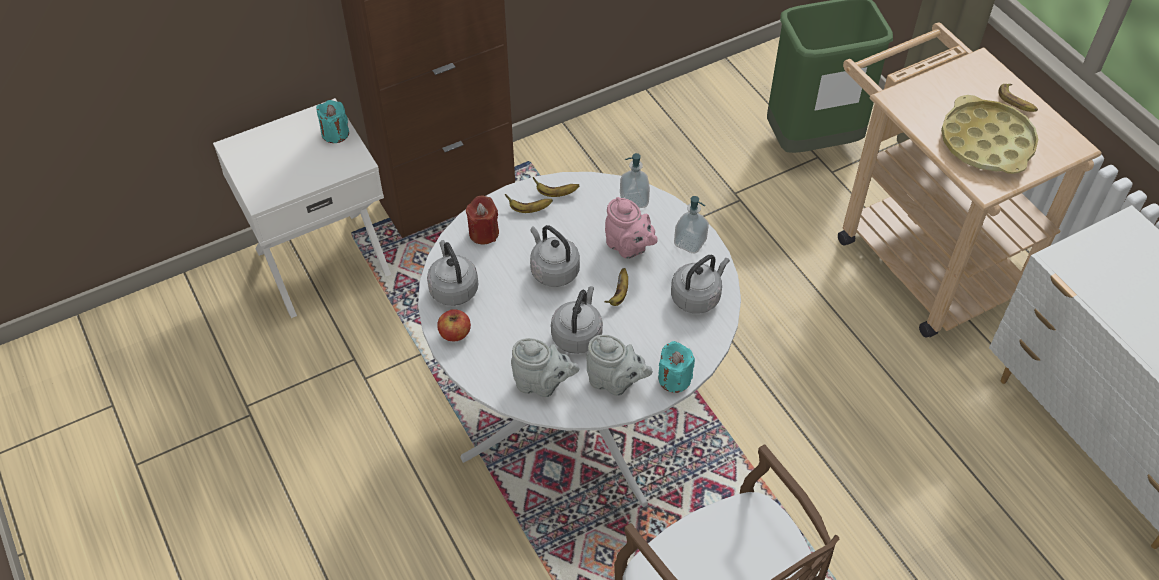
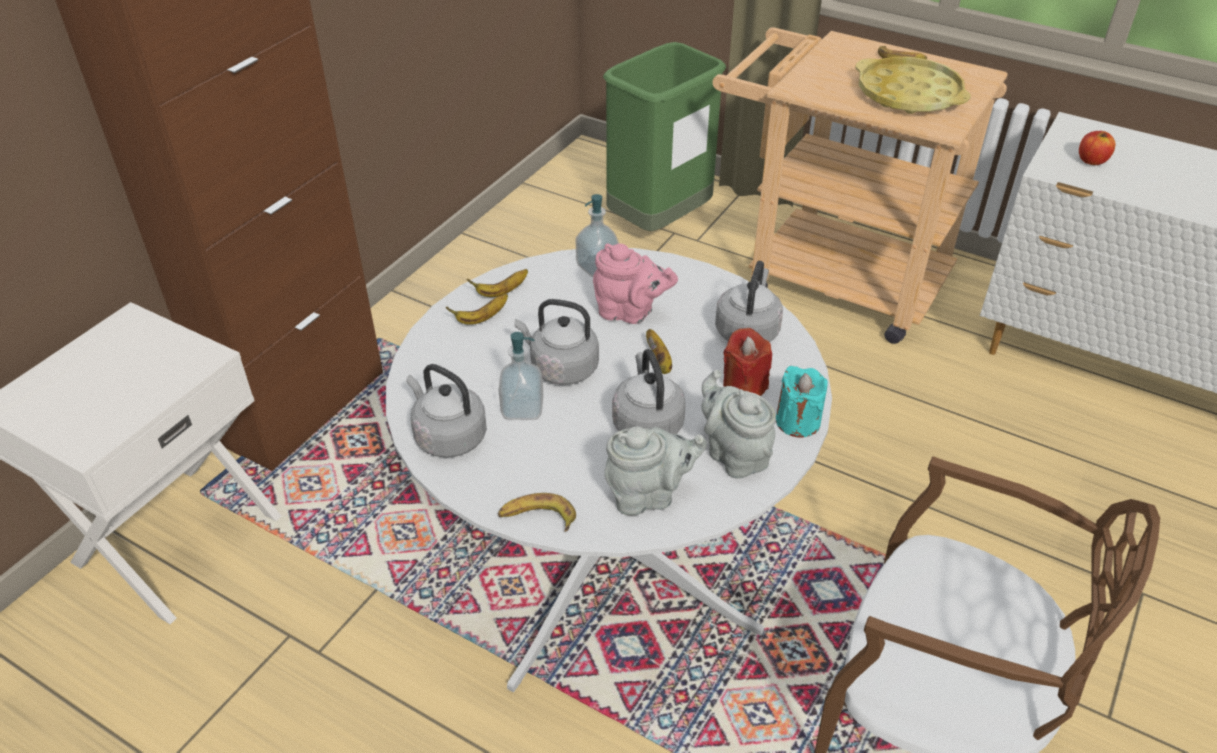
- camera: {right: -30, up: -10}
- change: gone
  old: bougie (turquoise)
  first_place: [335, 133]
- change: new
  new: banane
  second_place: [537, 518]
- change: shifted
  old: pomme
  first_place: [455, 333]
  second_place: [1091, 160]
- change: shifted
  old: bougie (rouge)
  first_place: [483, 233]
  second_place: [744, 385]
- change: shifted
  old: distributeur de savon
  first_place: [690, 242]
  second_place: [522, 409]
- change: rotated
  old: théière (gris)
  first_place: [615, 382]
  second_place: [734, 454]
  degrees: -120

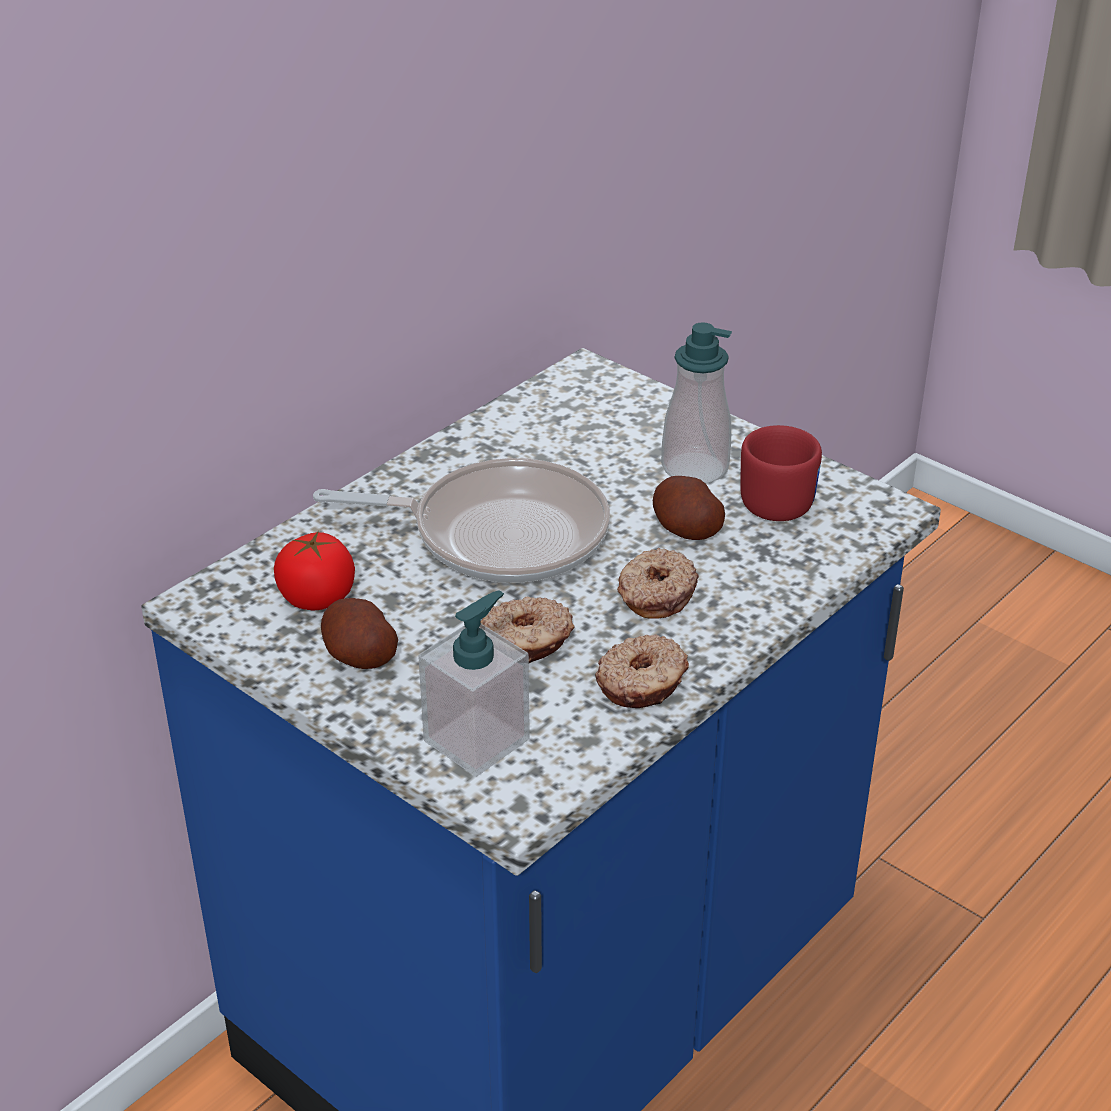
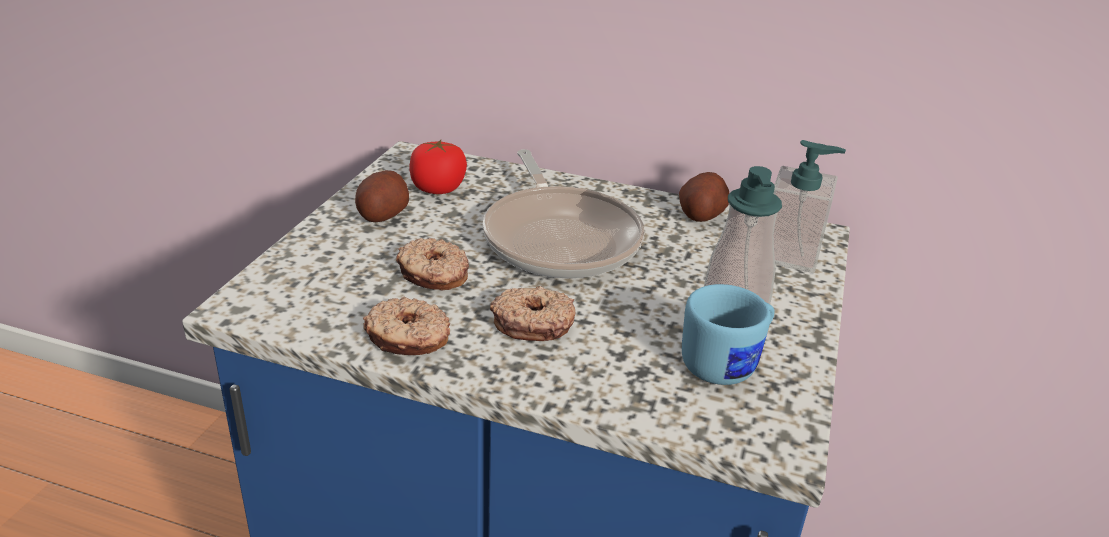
- camera: {right: 65, up: -5}
- change: shifted
  old: distributeur de savon
  first_place: [477, 740]
  second_place: [790, 254]
- change: shifted
  old: pomme de terre
  first_place: [686, 529]
  second_place: [701, 215]
- change: repainted
  old: mug (rouge)
  new: mug (bleu)
  first_place: [773, 498]
  second_place: [727, 363]

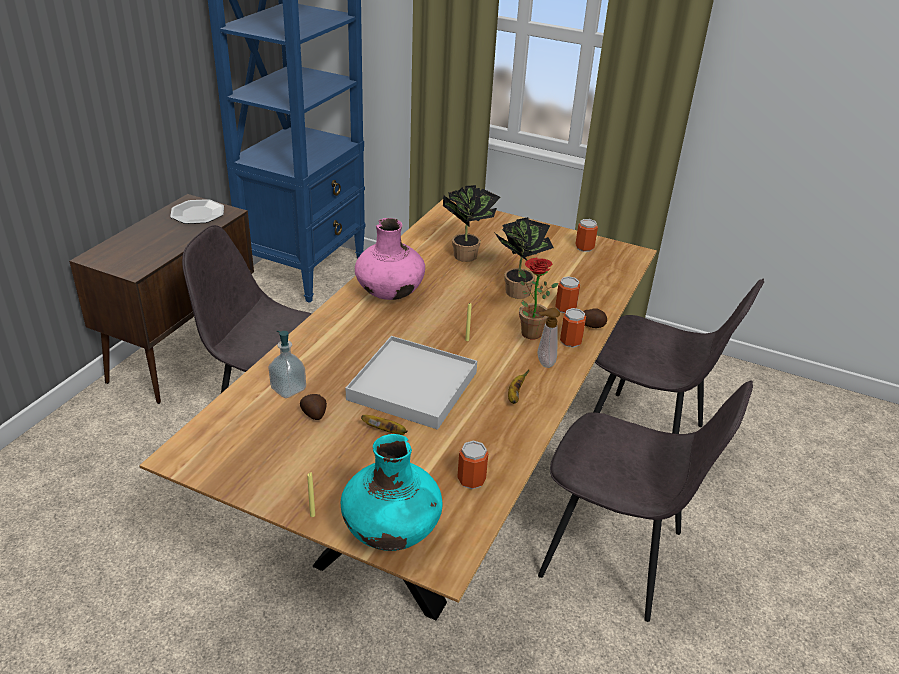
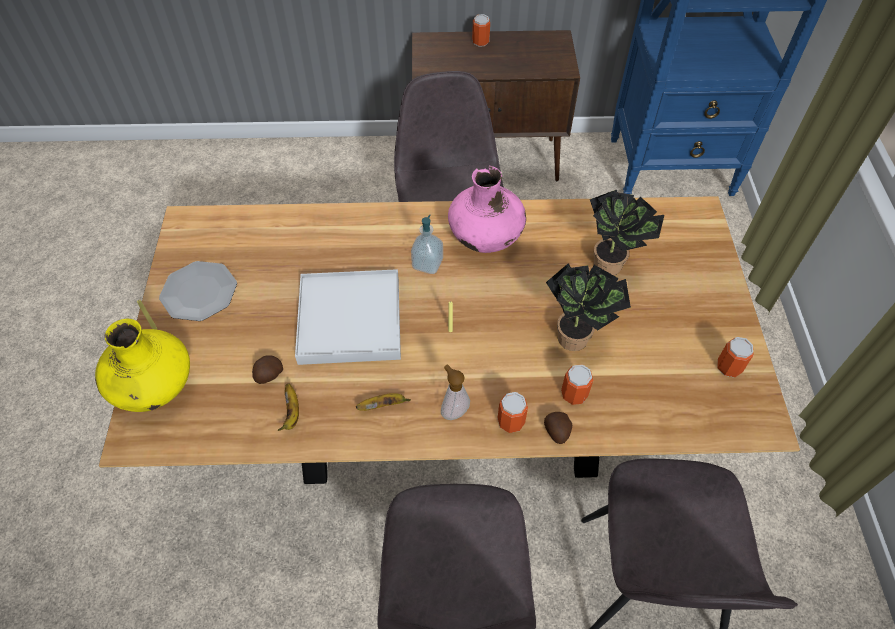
- camera: {right: 65, up: 20}
- change: gone
  old: plante en pot
  first_place: [527, 331]
- change: shifted
  old: assiette
  first_place: [197, 213]
  second_place: [199, 292]
- change: shifted
  old: distributeur de savon
  first_place: [288, 389]
  second_place: [427, 264]
- change: shifted
  old: pomme de terre
  first_place: [314, 414]
  second_place: [268, 375]
- change: shifted
  old: banane
  first_place: [386, 431]
  second_place: [292, 413]
- change: shifted
  old: boîte métallique
  first_place: [471, 480]
  second_place: [480, 42]
- change: repainted
  old: vase (turquoise)
  new: vase (jaune)
  first_place: [391, 533]
  second_place: [155, 388]

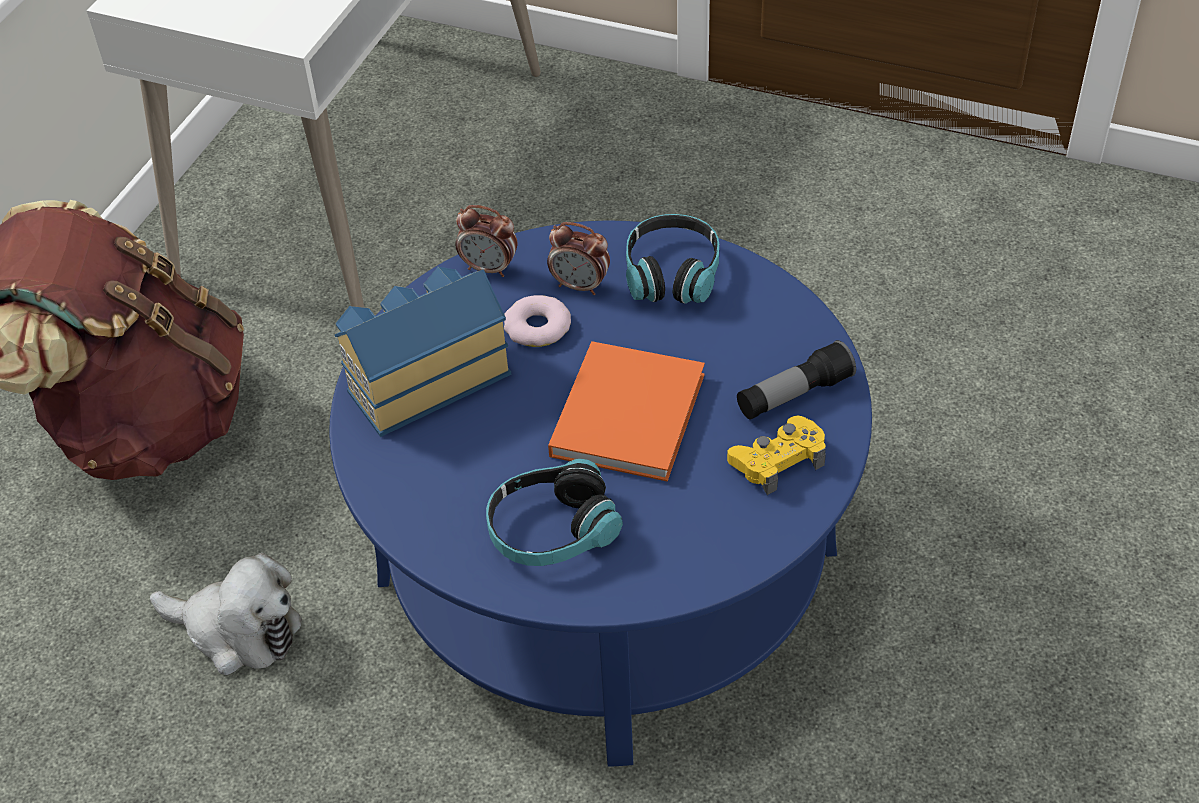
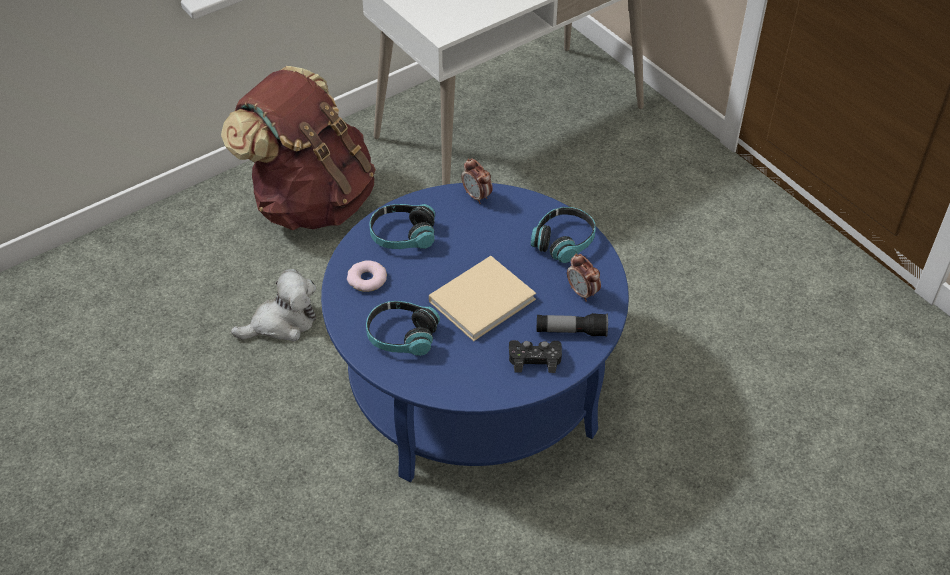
- camera: {right: 30, up: 0}
- change: shifted
  old: beignet
  first_place: [537, 327]
  second_place: [367, 279]
- change: shifted
  old: réveil
  first_place: [580, 285]
  second_place: [582, 293]
- change: swapped
  old: maison miniature
  new: casque audio
  first_place: [423, 378]
  second_place: [402, 235]
- change: repainted
  old: livre (orange)
  new: livre (beige)
  first_place: [629, 411]
  second_place: [484, 299]
- change: repainted
  old: manette (jaune)
  new: manette (noir)
  first_place: [778, 460]
  second_place: [535, 359]
- change: rotated
  old: peluche
  first_place: [238, 631]
  second_place: [282, 323]
  degrees: -75

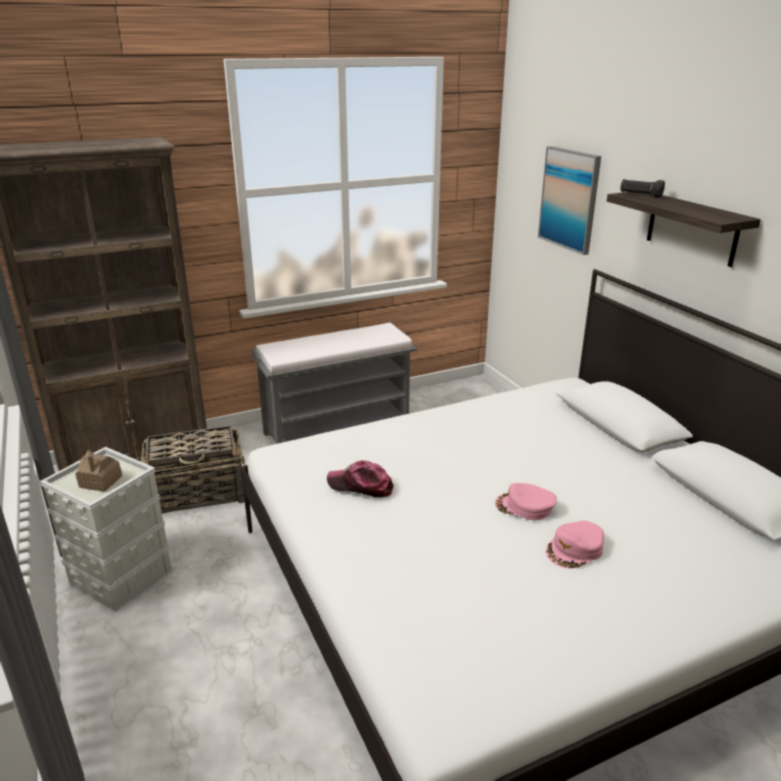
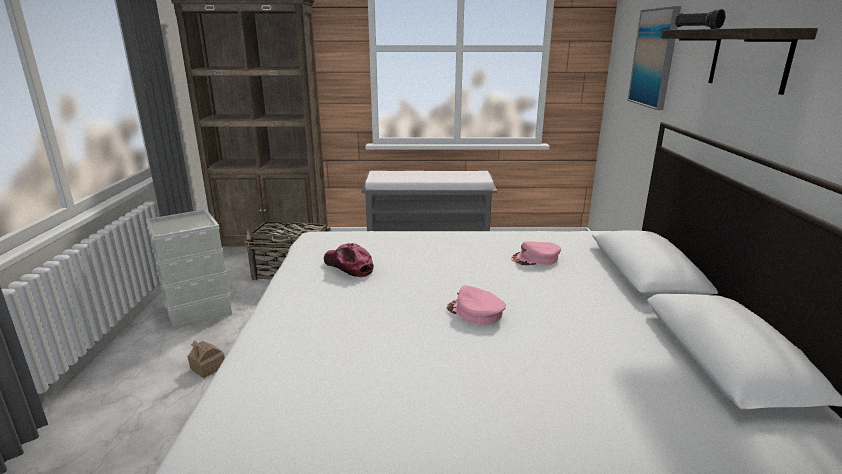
- camera: {right: 25, up: -5}
- change: shifted
  old: maison miniature
  first_place: [100, 481]
  second_place: [208, 367]
- change: shifted
  old: casquette (rose)
  first_place: [575, 550]
  second_place: [535, 259]

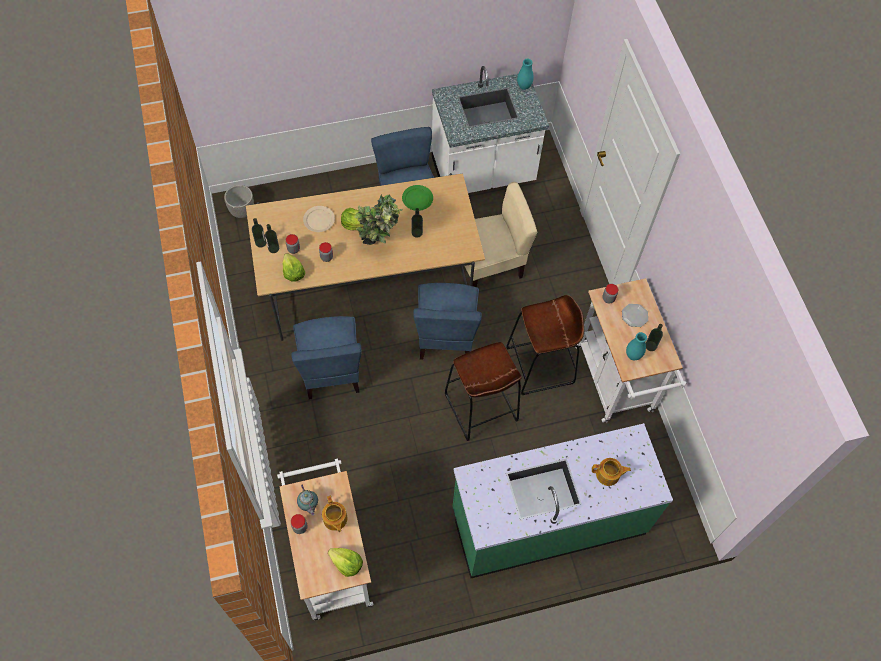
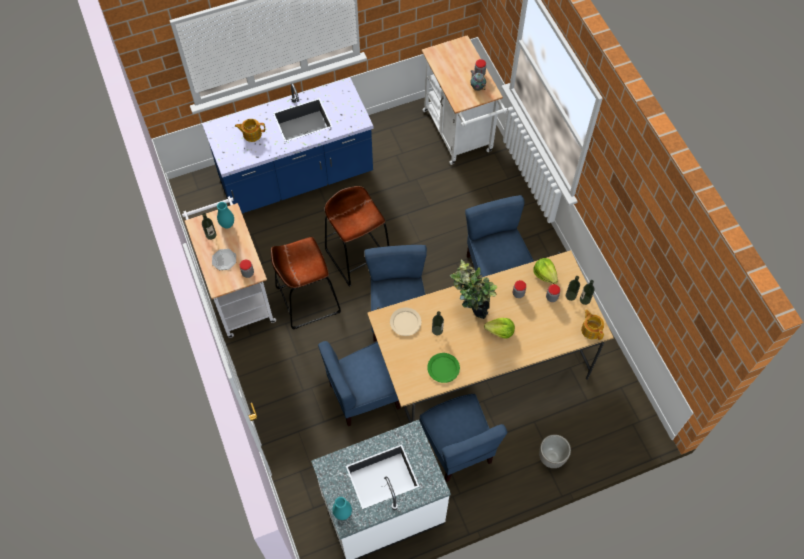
- camera: {right: 175, up: 0}
- change: gone
  old: laitue
  first_place: [346, 564]
- change: shifted
  old: cache-pot
  first_place: [242, 211]
  second_place: [551, 458]
- change: shifted
  old: assiette (beige)
  first_place: [319, 219]
  second_place: [405, 322]
- change: shifted
  old: théière
  first_place: [335, 519]
  second_place: [591, 329]
- change: repainted
  old: comptoir de cuisine (vert)
  new: comptoir de cuisine (bleu)
  first_place: [547, 520]
  second_place: [296, 178]
- change: repainted
  old: chaise (beige)
  new: chaise (bleu)
  first_place: [490, 264]
  second_place: [363, 395]

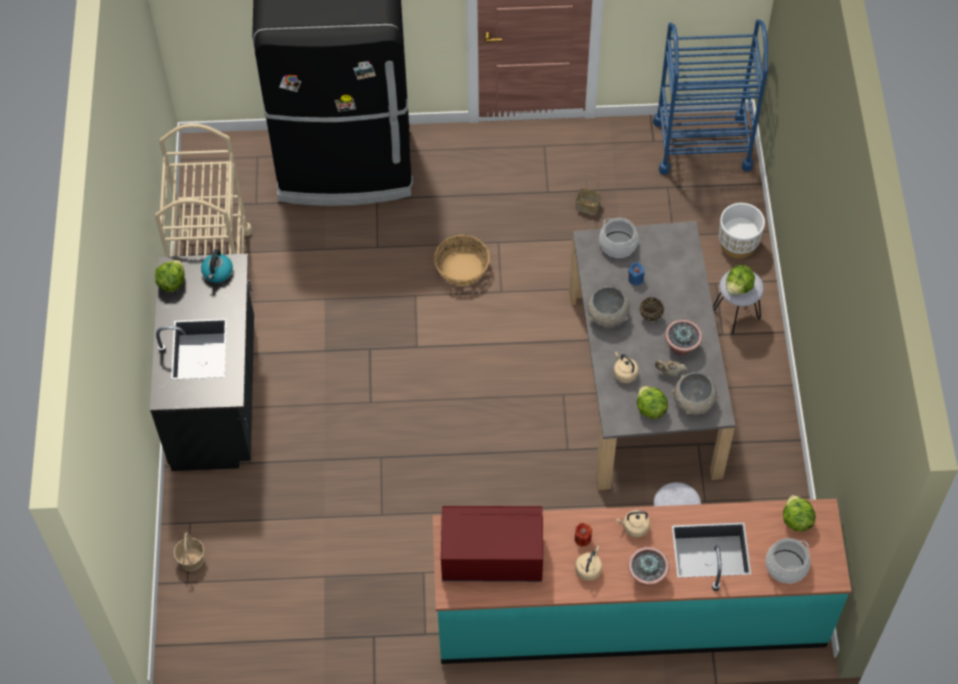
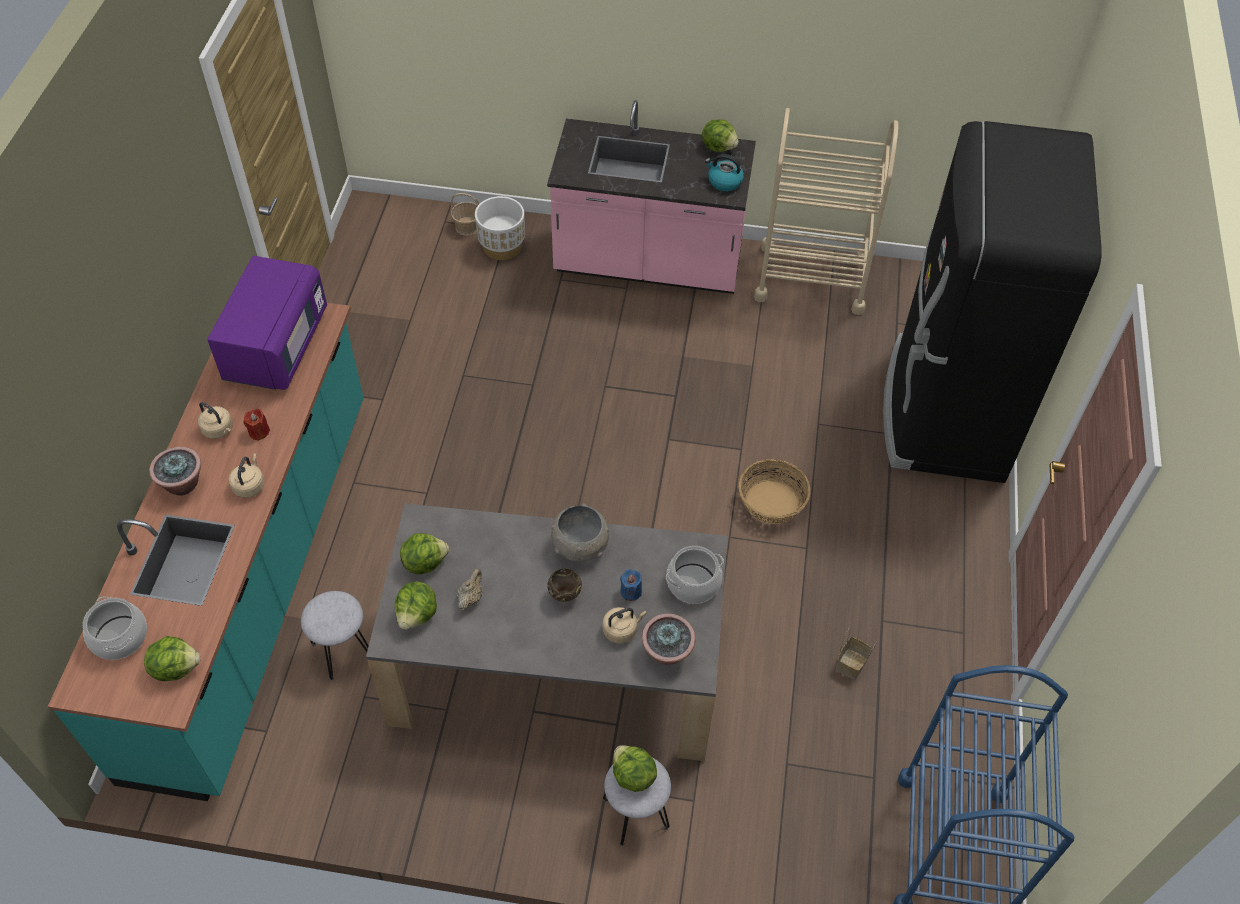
- camera: {right: 100, up: -5}
- change: shifted
  old: bouilloire (beige)
  first_place: [624, 373]
  second_place: [621, 630]
- change: shifted
  old: plante en pot
  first_place: [681, 346]
  second_place: [667, 652]
- change: shifted
  old: cache-pot (blanc)
  first_place: [738, 244]
  second_place: [502, 247]
- change: swapped
  old: bol (gris)
  new: laitue
  first_place: [693, 402]
  second_place: [417, 614]
- change: repainted
  old: comptoir de cuisine (noir)
  new: comptoir de cuisine (rose)
  first_place: [217, 395]
  second_place: [648, 264]
- change: repainted
  old: micro-ondes (rouge)
  new: micro-ondes (violet)
  first_place: [492, 557]
  second_place: [276, 346]

